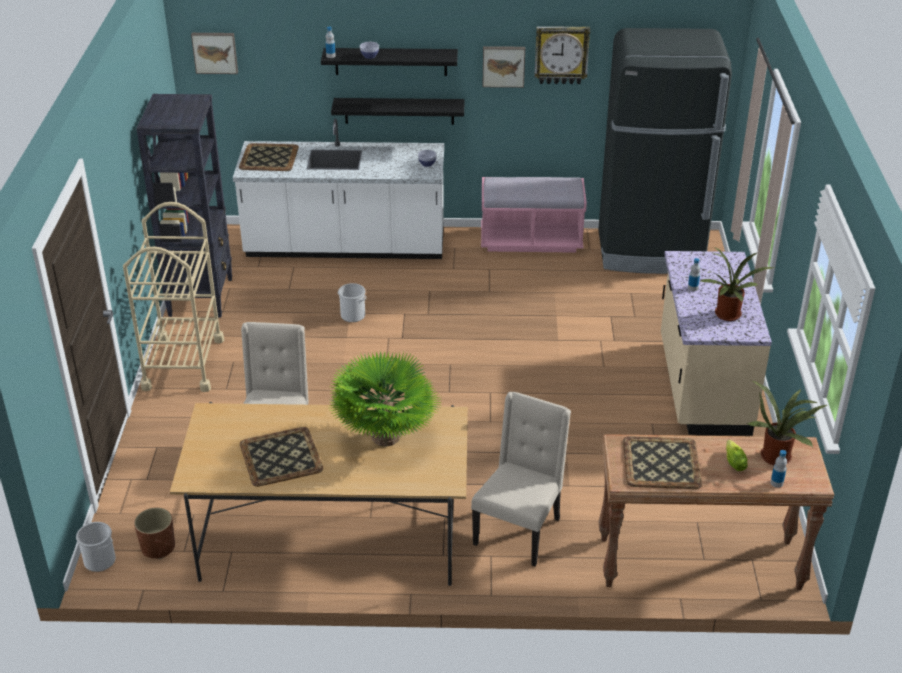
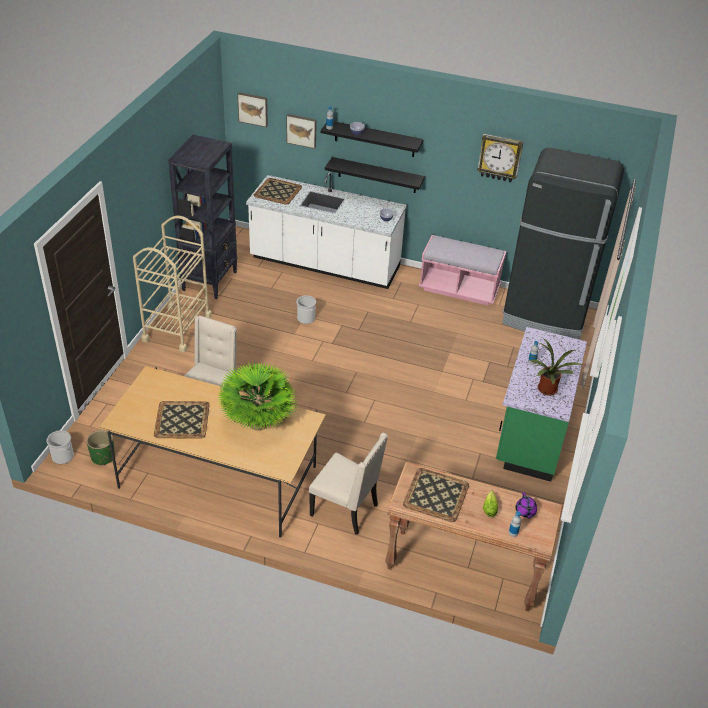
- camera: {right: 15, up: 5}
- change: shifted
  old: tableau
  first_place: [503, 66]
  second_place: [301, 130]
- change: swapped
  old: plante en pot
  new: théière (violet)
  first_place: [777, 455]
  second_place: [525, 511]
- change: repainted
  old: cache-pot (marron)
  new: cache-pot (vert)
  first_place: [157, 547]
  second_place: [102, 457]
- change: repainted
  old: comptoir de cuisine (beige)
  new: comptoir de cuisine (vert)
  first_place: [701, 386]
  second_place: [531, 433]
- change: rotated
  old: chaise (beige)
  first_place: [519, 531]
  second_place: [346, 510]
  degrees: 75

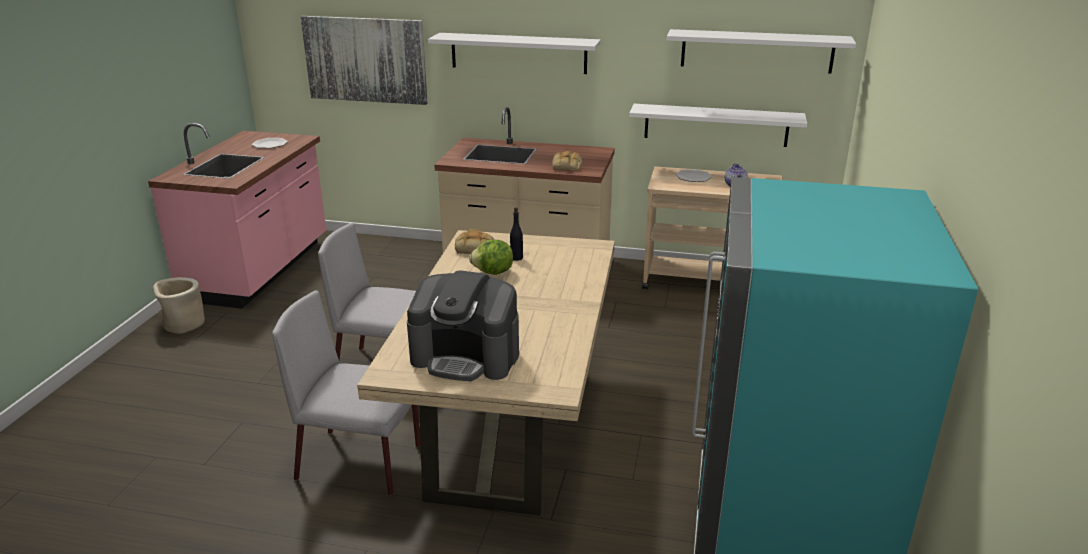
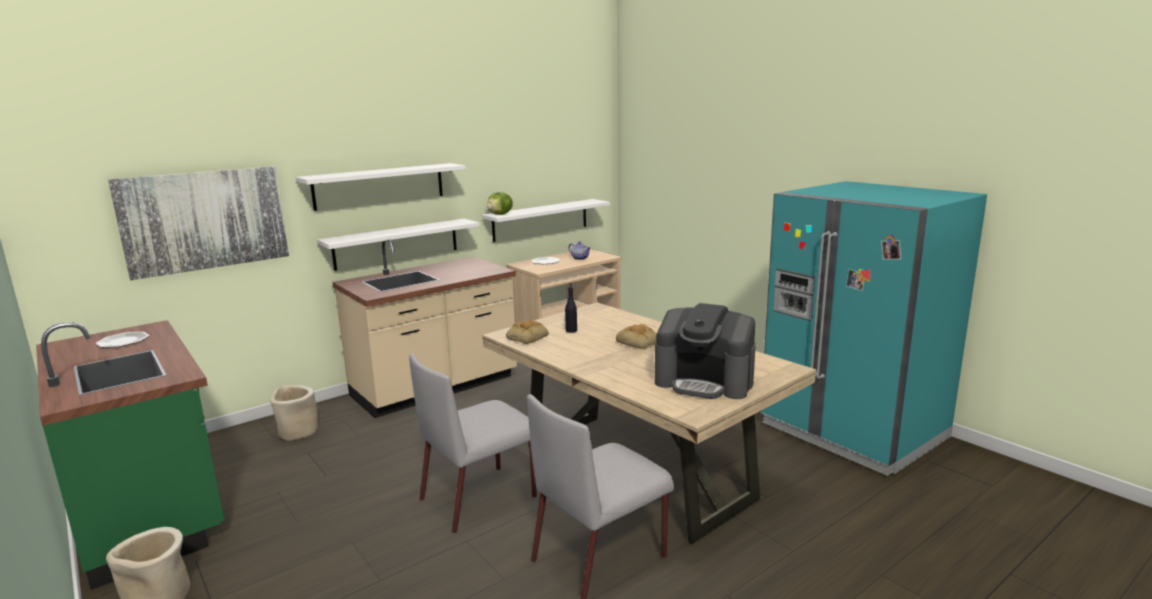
- camera: {right: -50, up: -10}
- change: new
  new: cache-pot (beige)
  second_place: [297, 432]
- change: shifted
  old: laitue
  first_place: [493, 273]
  second_place: [500, 214]
- change: shifted
  old: pain
  first_place: [567, 166]
  second_place: [639, 342]
- change: shifted
  old: étagère (blanc)
  first_place: [756, 51]
  second_place: [396, 244]
- change: repainted
  old: comptoir de cuisine (rose)
  new: comptoir de cuisine (vert)
  first_place: [260, 270]
  second_place: [150, 510]
- change: rotated
  old: machine à café
  first_place: [466, 356]
  second_place: [705, 382]
  degrees: 60

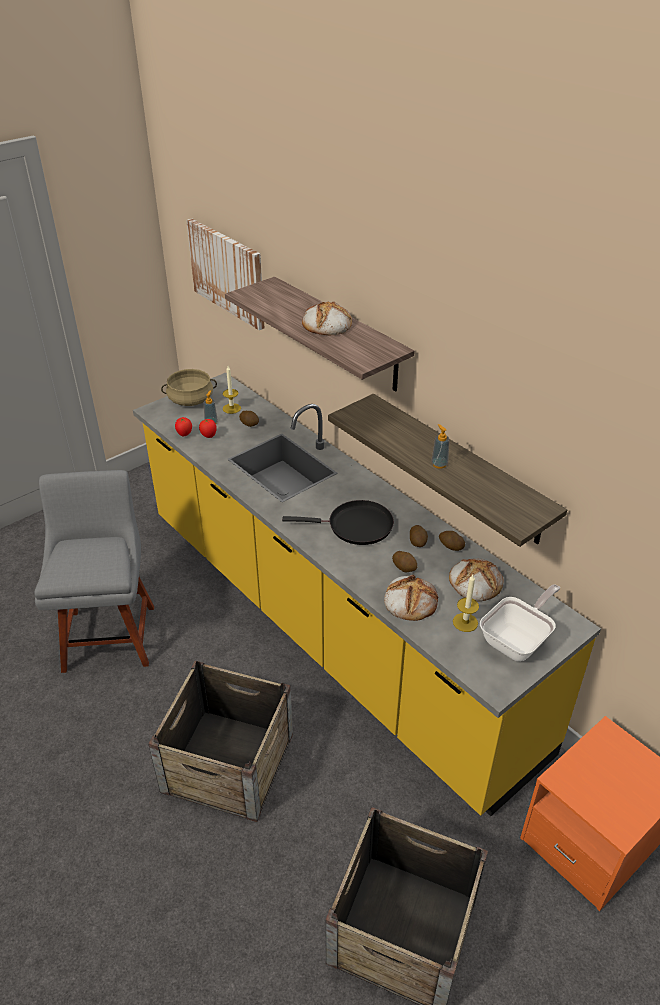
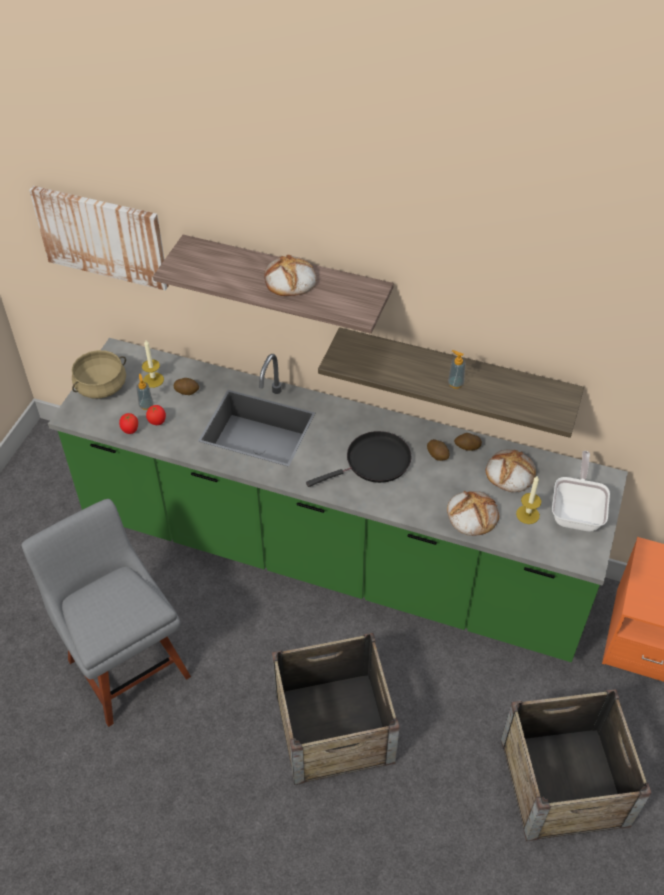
- camera: {right: -30, up: 10}
- change: gone
  old: pomme de terre
  first_place: [404, 567]
- change: repainted
  old: comptoir de cuisine (jaune)
  new: comptoir de cuisine (vert)
  first_place: [330, 627]
  second_place: [332, 555]

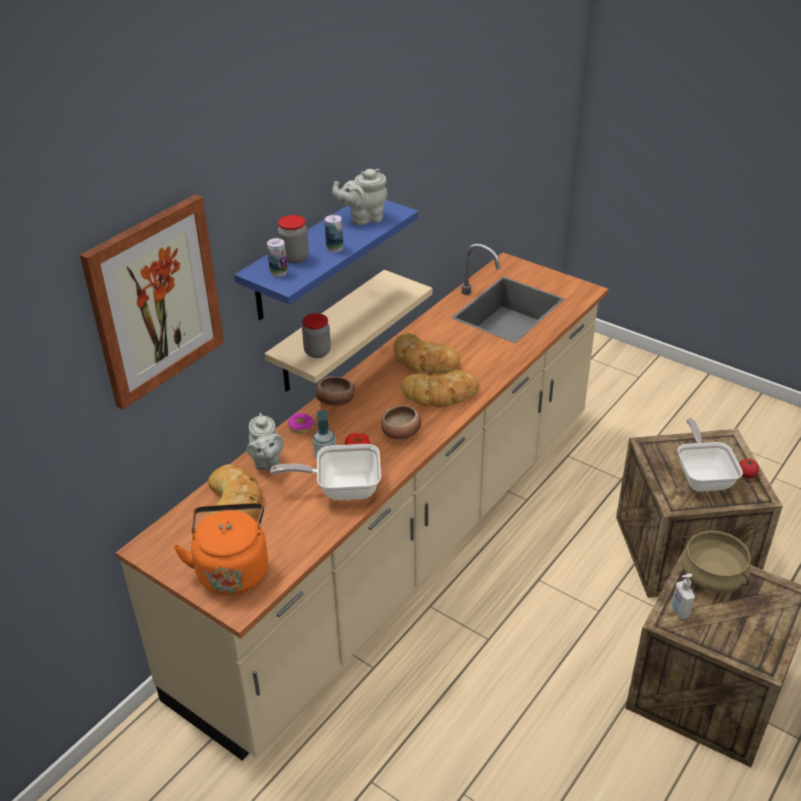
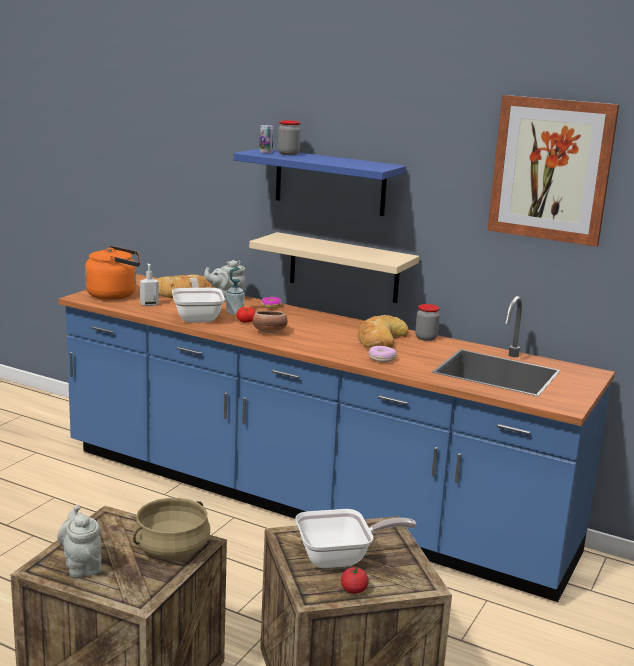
- camera: {right: 80, up: -20}
- change: gone
  old: bol
  first_place: [335, 402]
- change: gone
  old: boîte métallique
  first_place: [334, 248]
- change: gone
  old: pain
  first_place: [440, 394]
- change: new
  new: beignet
  second_place: [382, 359]
- change: shifted
  old: tableau
  first_place: [155, 301]
  second_place: [551, 169]
- change: shifted
  old: bocal
  first_place: [317, 352]
  second_place: [426, 338]
- change: shifted
  old: théière (gris)
  first_place: [364, 218]
  second_place: [82, 565]
- change: shifted
  old: distributeur de savon
  first_place: [679, 611]
  second_place: [149, 304]
- change: repainted
  old: comptoir de cuisine (beige)
  new: comptoir de cuisine (bleu)
  first_place: [403, 545]
  second_place: [308, 502]

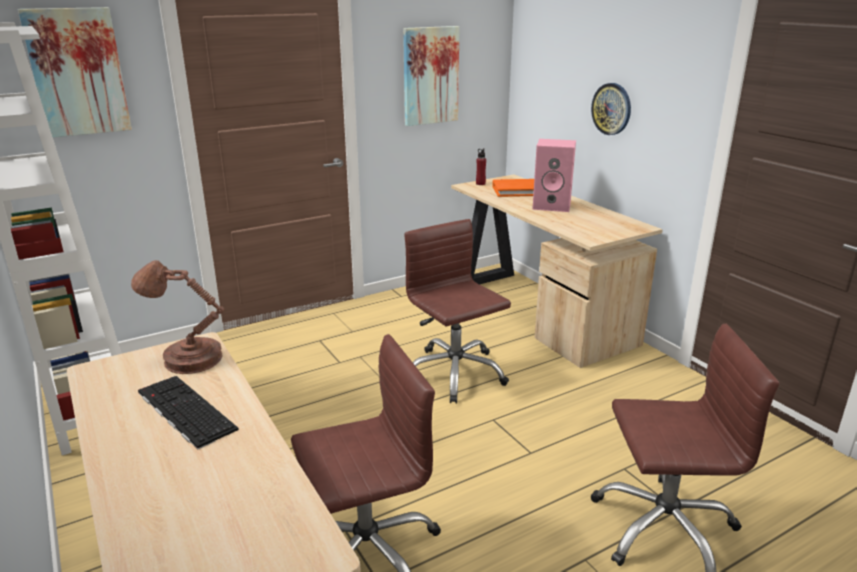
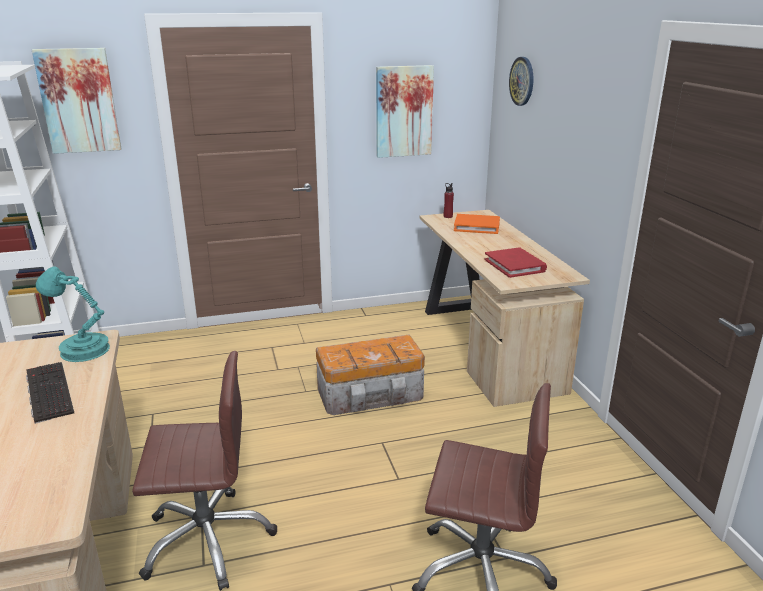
- camera: {right: 15, up: 0}
- change: gone
  old: enceinte (rose)
  first_place: [552, 205]
- change: new
  new: livre (rouge)
  second_place: [515, 265]
- change: shifted
  old: horloge murale
  first_place: [611, 109]
  second_place: [522, 81]
- change: swapped
  old: chaise de bureau (marron)
  new: boîte de rangement
  first_place: [454, 373]
  second_place: [372, 394]
- change: repainted
  old: lampe de table (marron)
  new: lampe de table (turquoise)
  first_place: [188, 359]
  second_place: [81, 349]

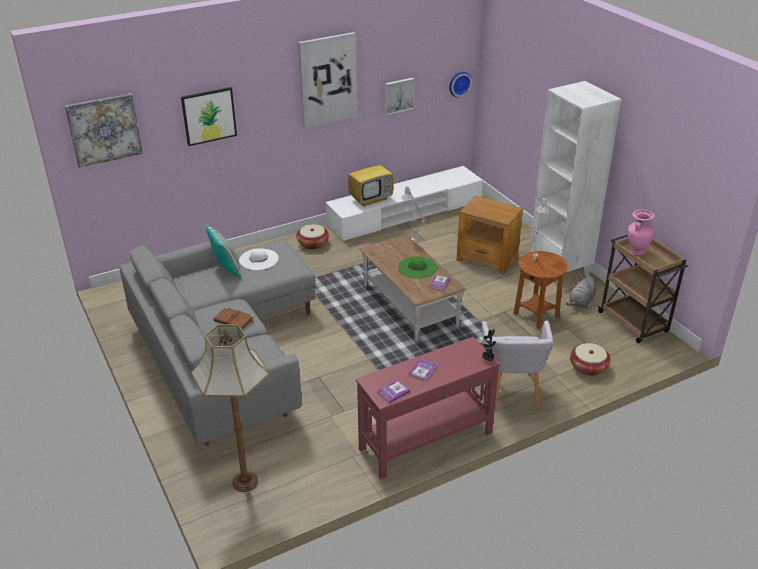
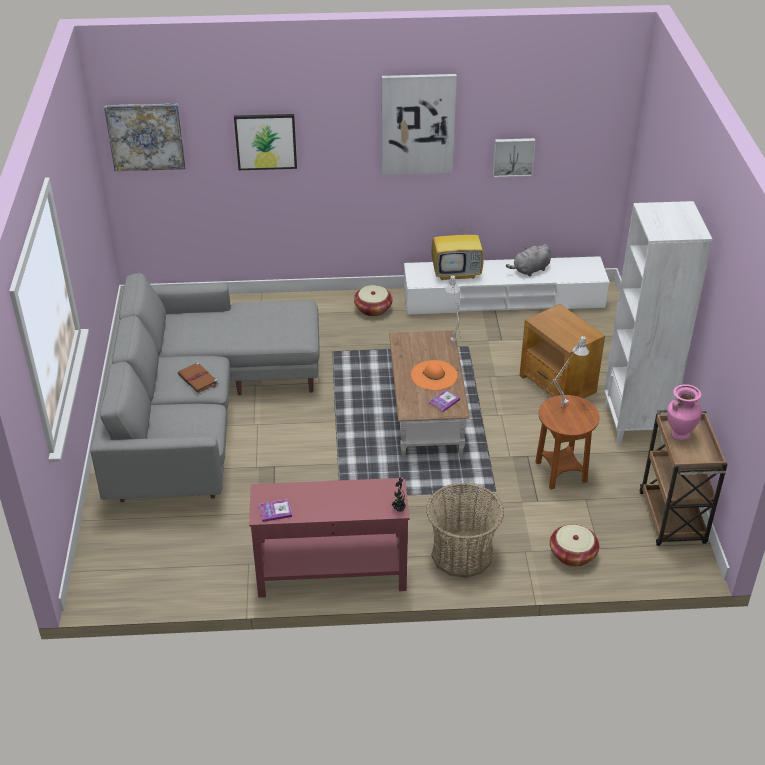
- camera: {right: 25, up: 5}
- change: gone
  old: lampadaire
  first_place: [244, 482]
- change: gone
  old: coussin
  first_place: [227, 269]
- change: gone
  old: chapeau (blanc)
  first_place: [258, 259]
- change: gone
  old: livre
  first_place: [422, 370]
- change: gone
  old: horloge murale
  first_place: [459, 83]
- change: shifted
  old: peluche (gris)
  first_place: [581, 302]
  second_place: [530, 270]
- change: swapped
  old: fauteuil (gris)
  new: panier
  first_place: [512, 393]
  second_place: [462, 554]
- change: repainted
  old: chapeau (vert)
  new: chapeau (orange)
  first_place: [417, 267]
  second_place: [434, 375]

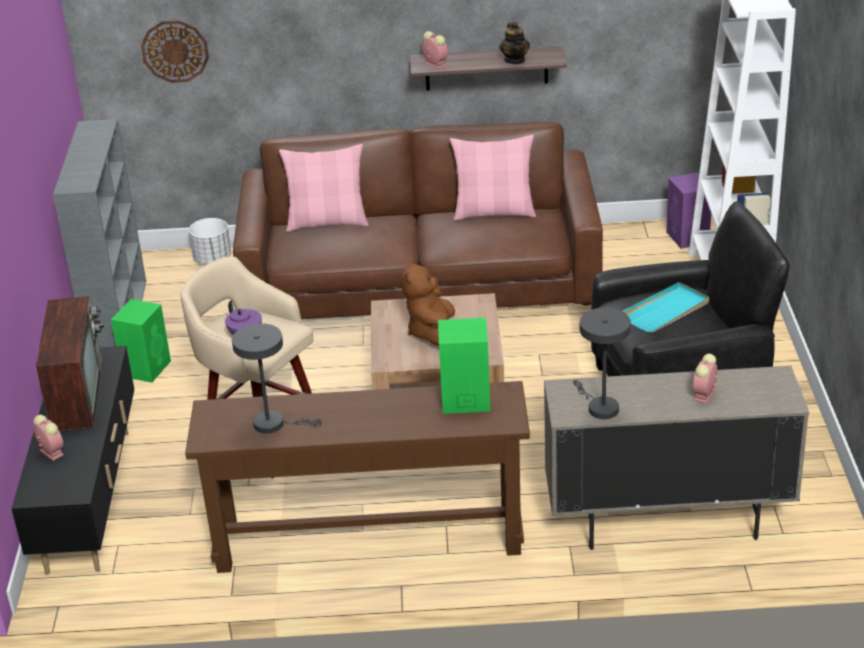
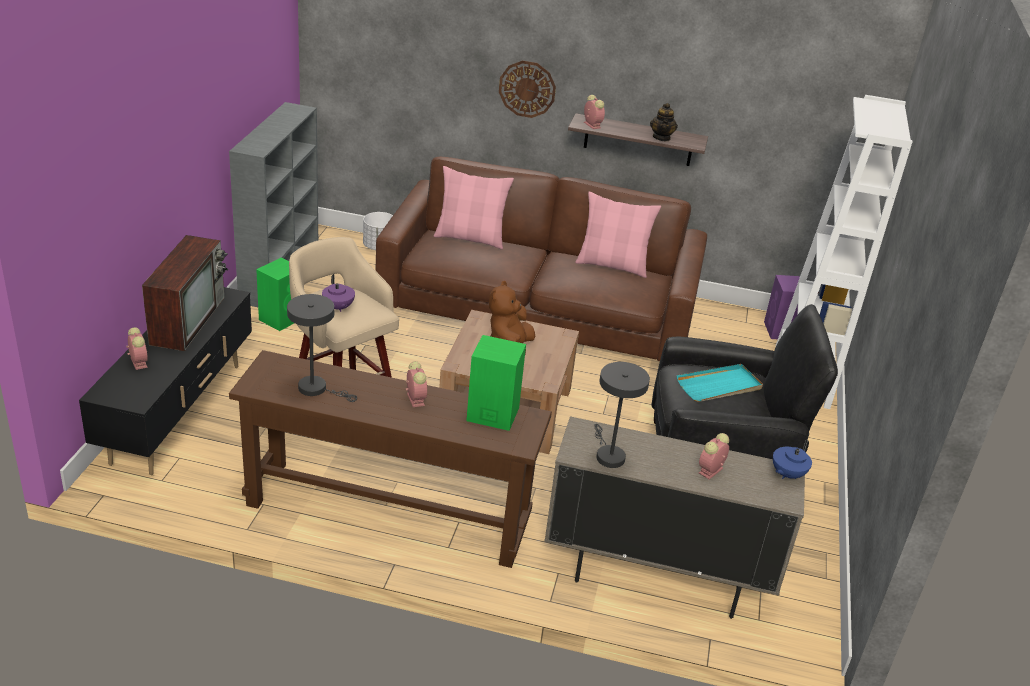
- camera: {right: 10, up: 0}
- change: new
  new: réveil
  second_place: [415, 398]
- change: new
  new: théière (bleu)
  second_place: [787, 474]
- change: shifted
  old: horloge murale
  first_place: [175, 51]
  second_place: [527, 89]

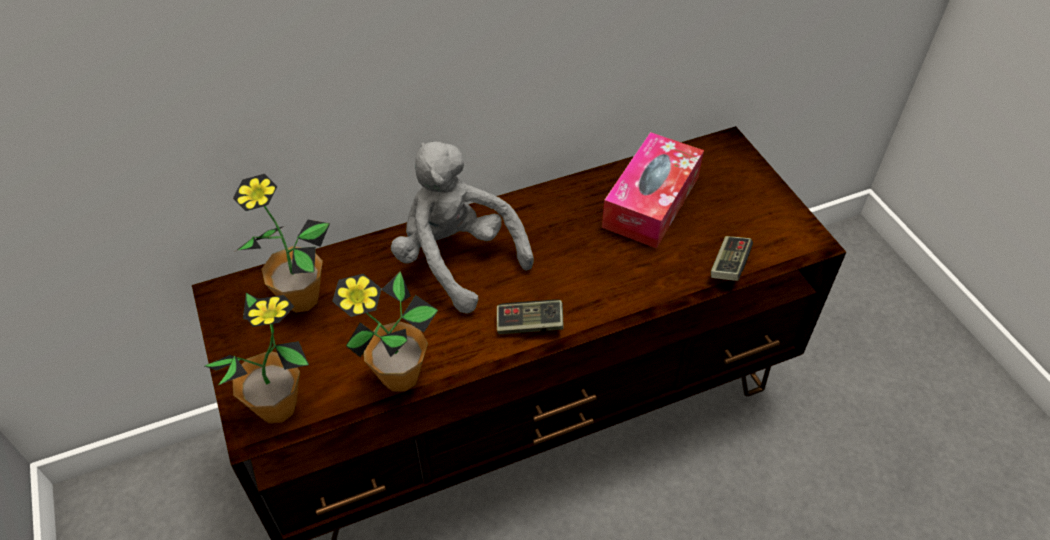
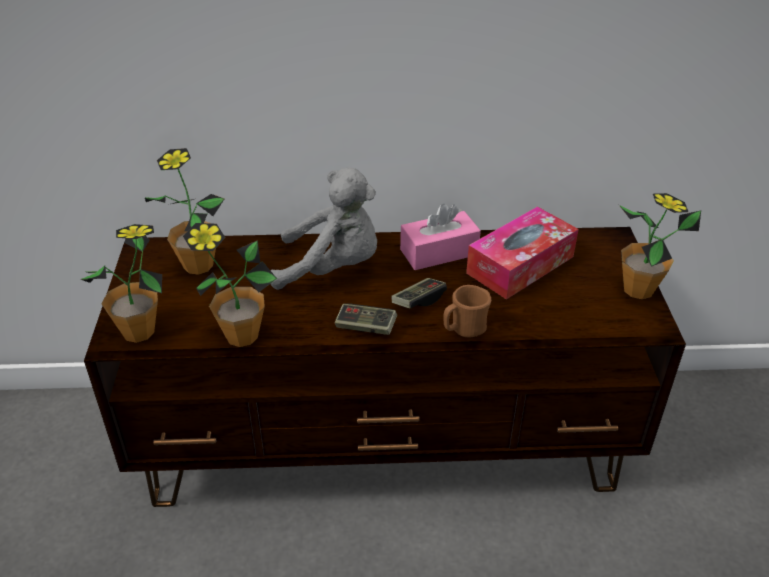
- camera: {right: 20, up: -10}
- change: new
  new: boîte à mouchoirs (rose)
  second_place: [439, 252]
- change: new
  new: mug (marron)
  second_place: [464, 330]
- change: new
  new: plante en pot
  second_place: [638, 290]
- change: shifted
  old: manette
  first_place: [729, 265]
  second_place: [418, 301]
- change: rotated
  old: peluche (gris)
  first_place: [457, 260]
  second_place: [332, 268]
  degrees: 120

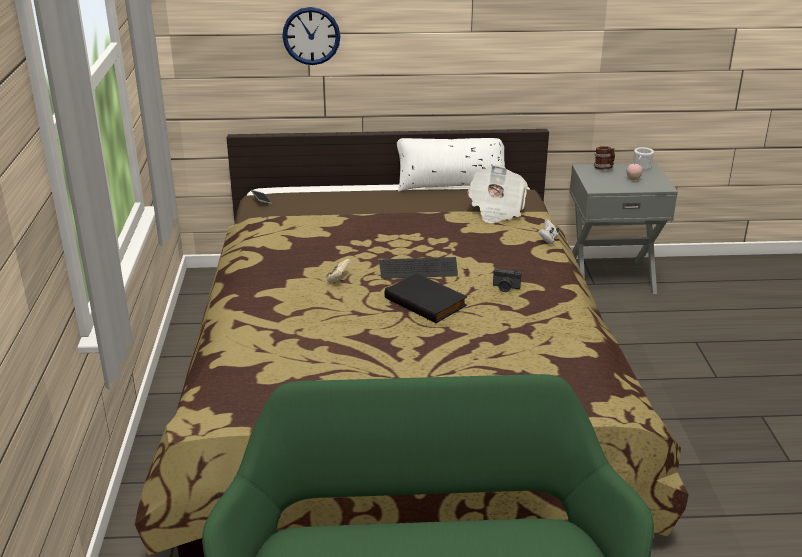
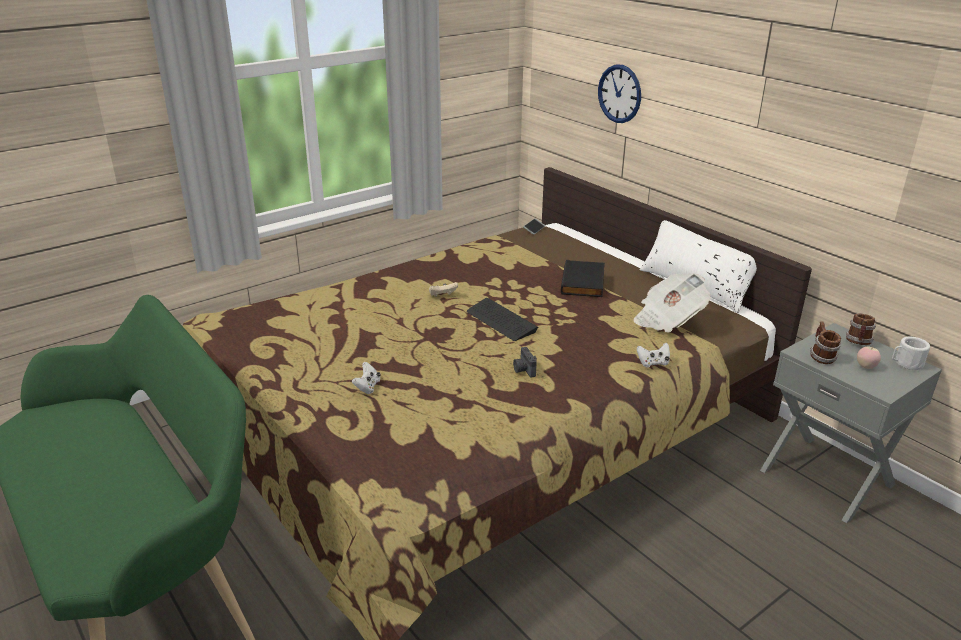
- camera: {right: 55, up: 0}
- change: new
  new: manette (blanc)
  second_place: [367, 387]
- change: new
  new: mug
  second_place: [821, 357]
- change: shifted
  old: livre (noir)
  first_place: [427, 301]
  second_place: [584, 282]

